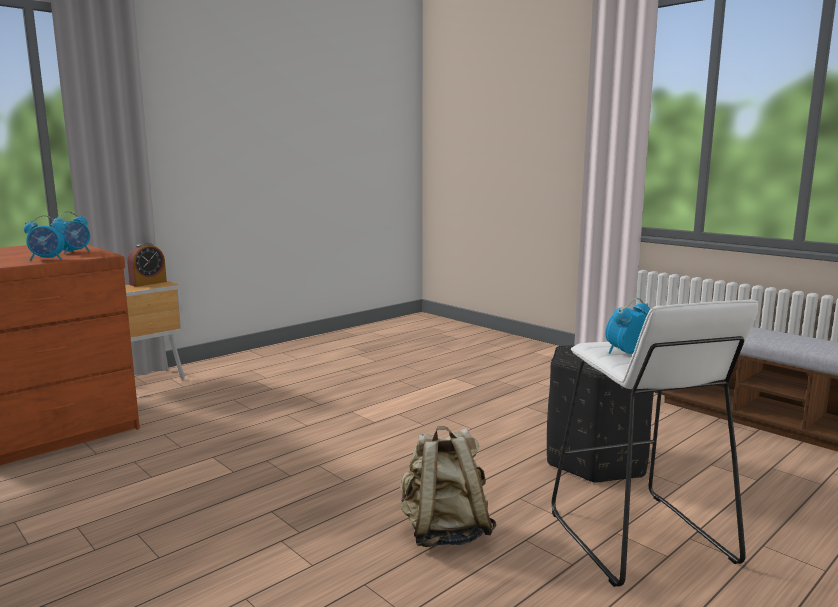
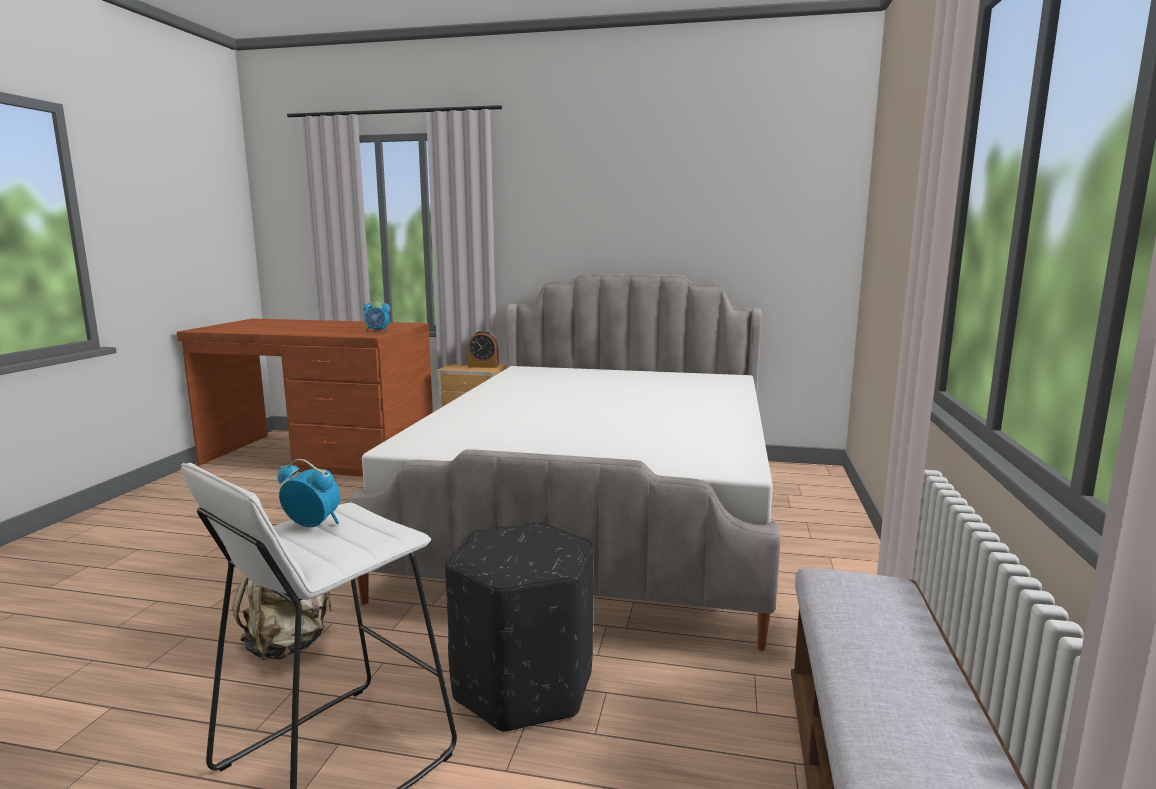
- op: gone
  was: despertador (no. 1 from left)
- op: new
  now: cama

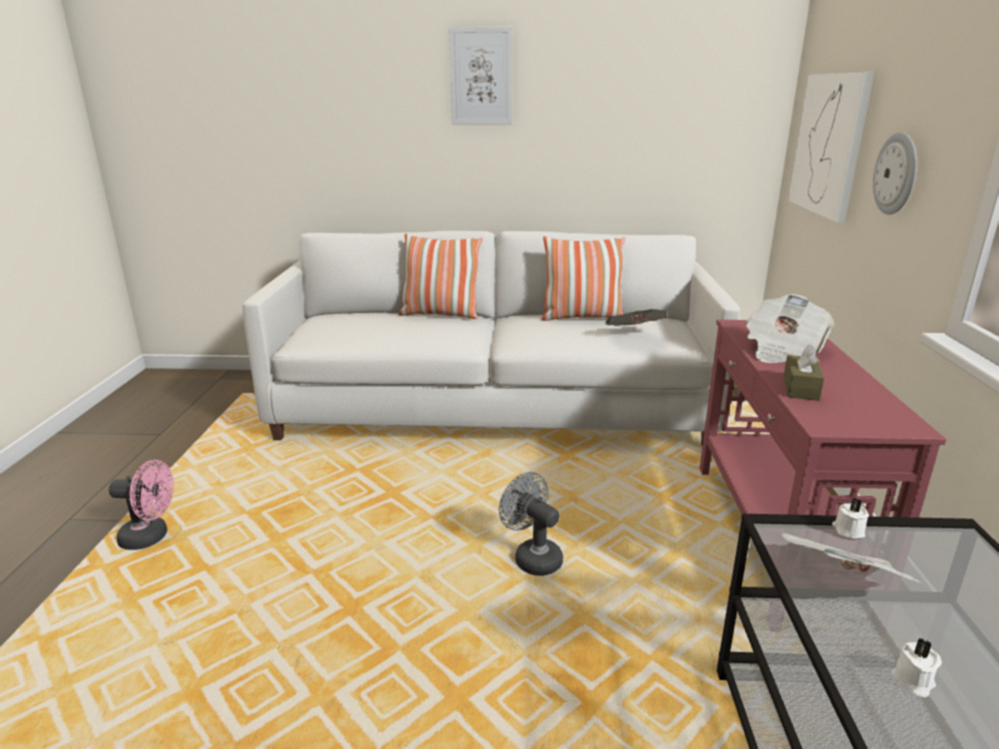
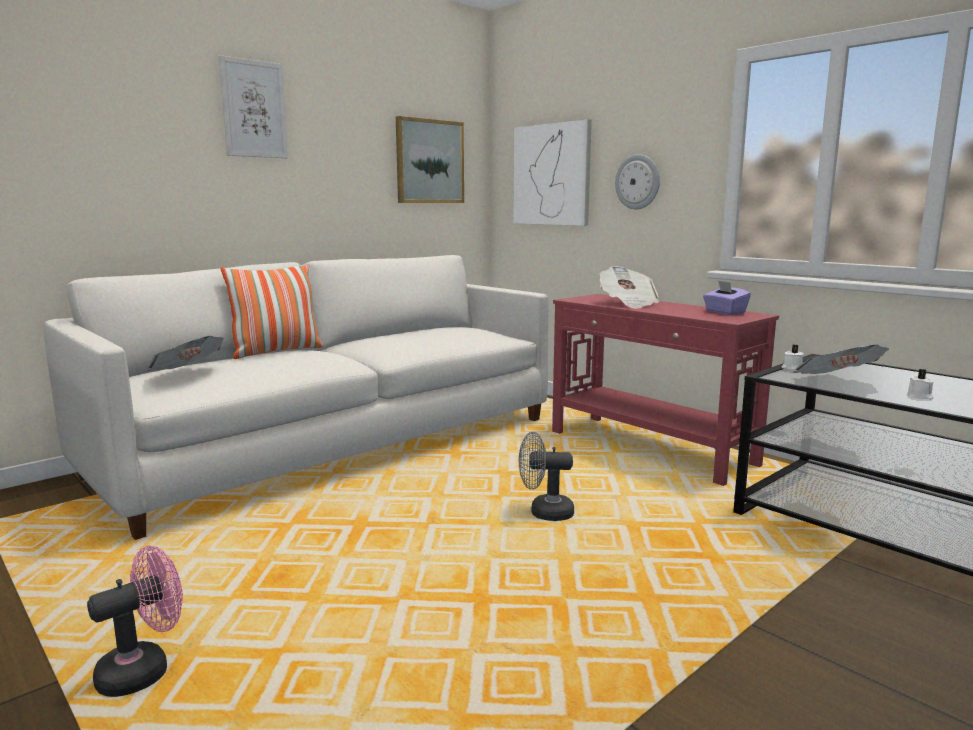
- op: gone
  was: cojín (no. 2 from left)
- op: gone
  was: caja de pañuelos (marrón)
- op: new
  now: cuadro (no. 2 from left)
- op: new
  now: caja de pañuelos (morado)
- op: shifted
  was: periódico (no. 1 from left)

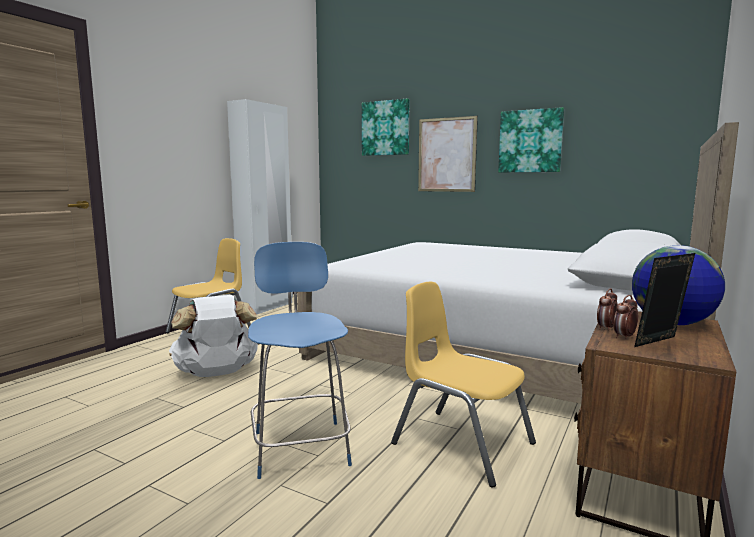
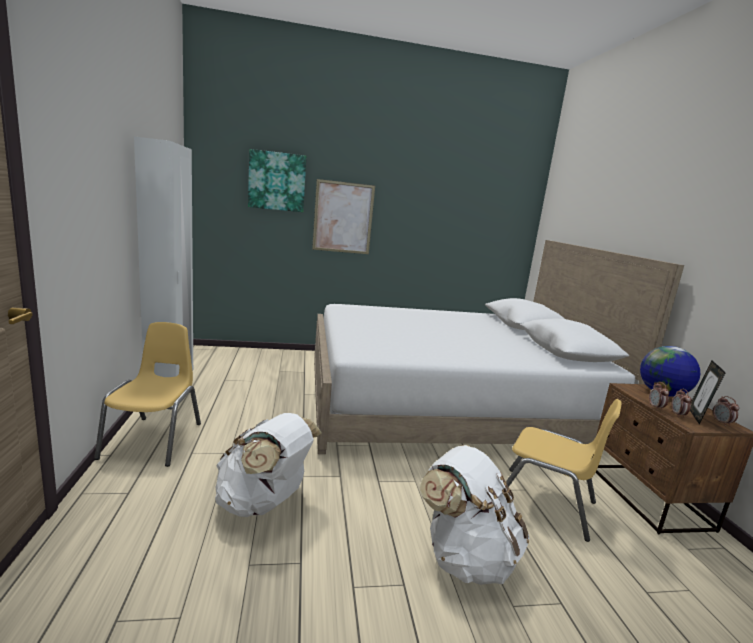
- op: gone
  was: cuadro (no. 3 from left)
- op: new
  now: despertador (no. 3 from left)
- op: swapped
  was: silla (azul)
  now: mochila (blanco) (no. 2 from left)
- op: rotated
  was: silla (amarillo) (no. 2 from left)
  clockwise: -150

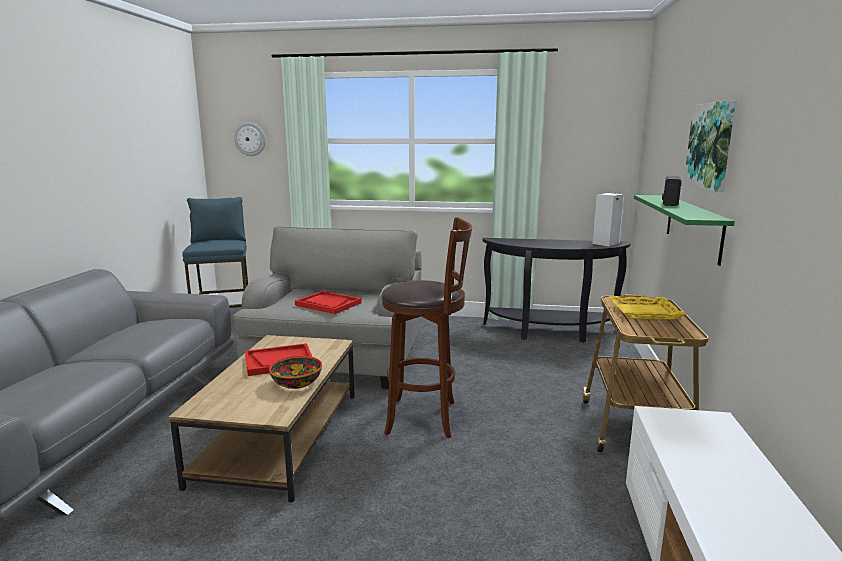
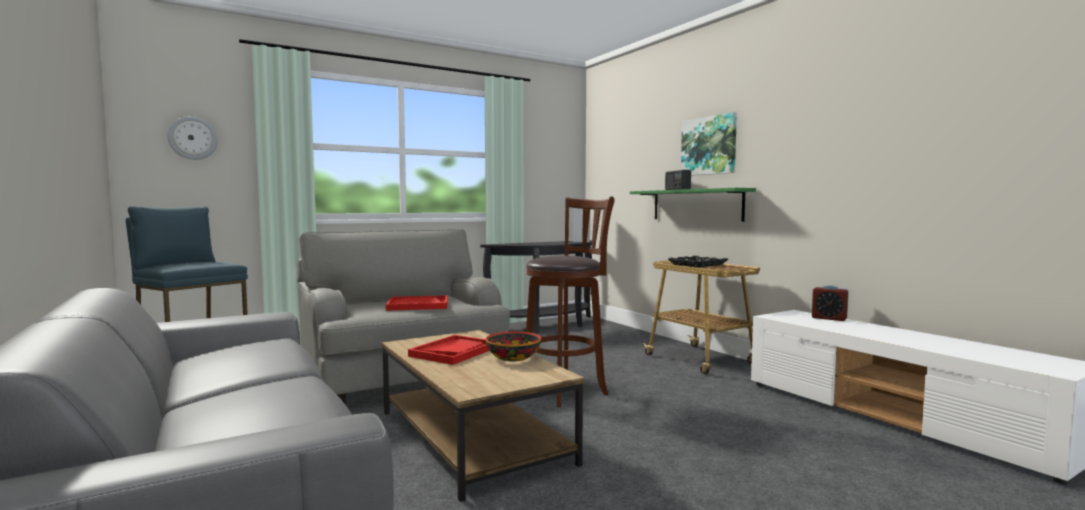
- op: new
  now: despertador
- op: repainted
  was: bandeja (amarillo)
  now: bandeja (negro)

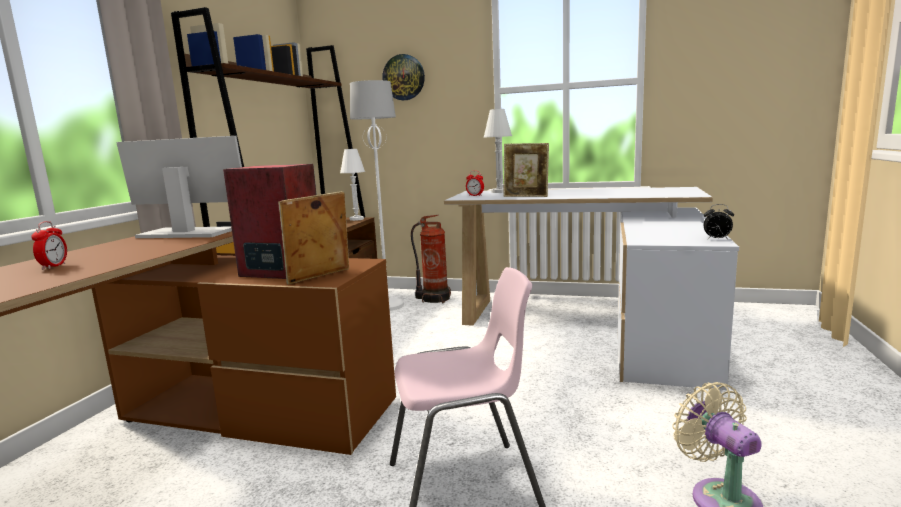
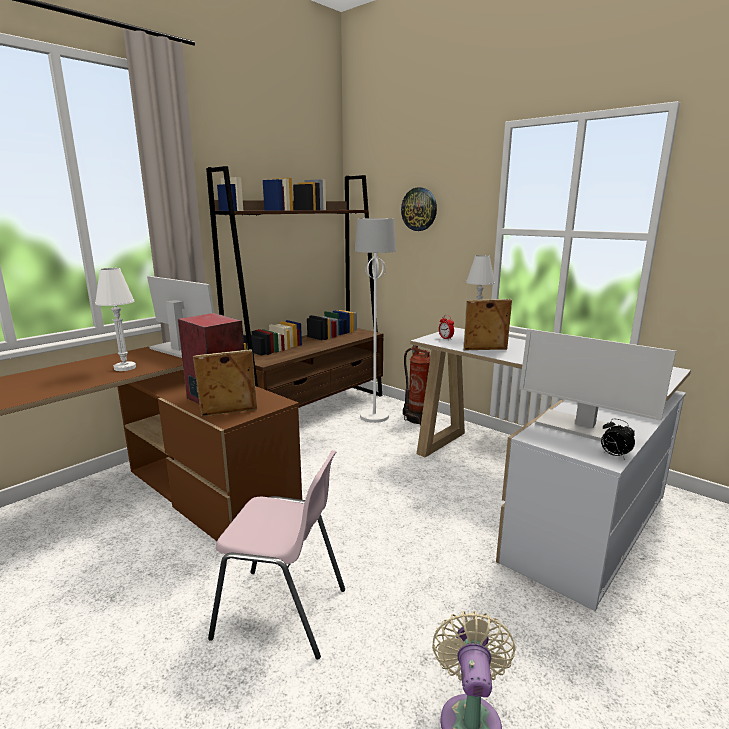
- op: gone
  was: despertador (no. 1 from left)
- op: new
  now: monitor (no. 2 from left)
- op: shifted
  was: lámpara de mesa (blanco) (no. 1 from left)
- op: rotated
  was: portarretratos (no. 2 from left)
  clockwise: 135

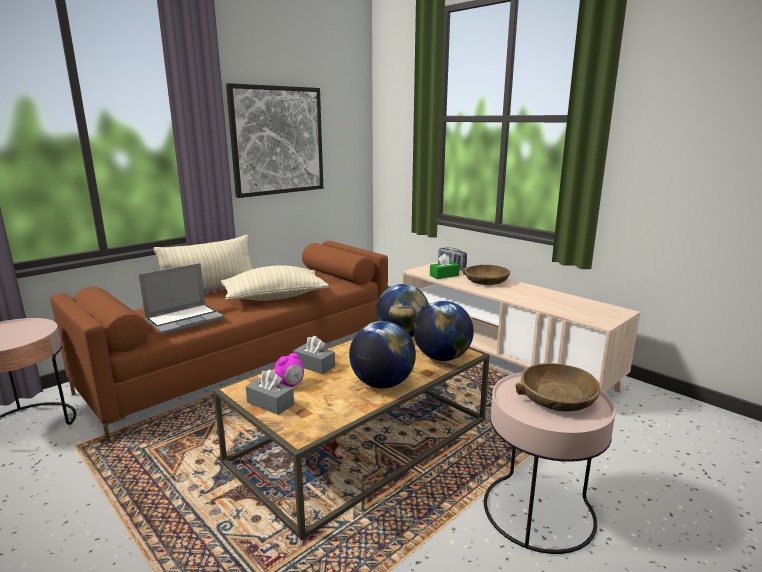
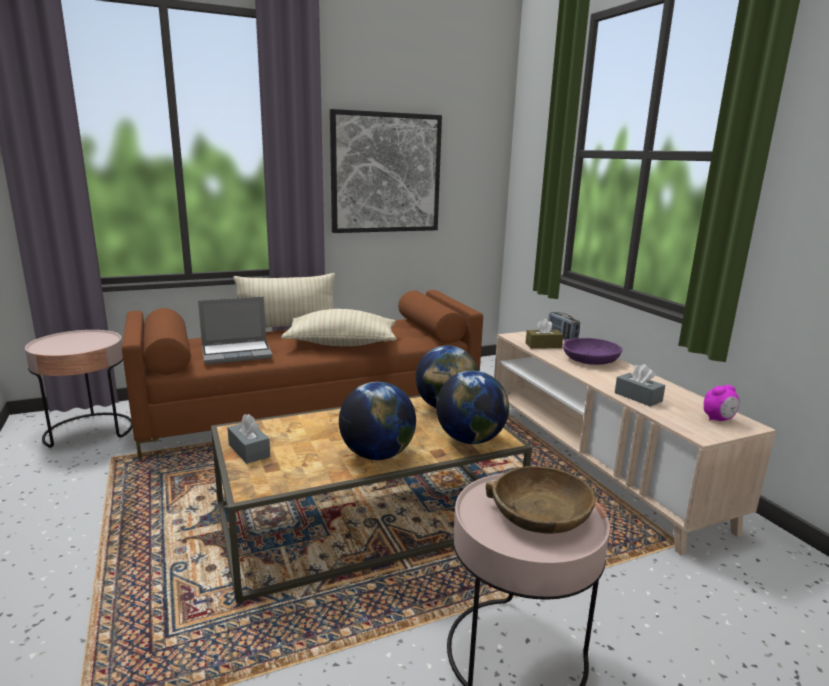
- op: shifted
  was: despertador
- op: shifted
  was: caja de pañuelos (gris) (no. 2 from left)
- op: repainted
  was: caja de pañuelos (verde)
  now: caja de pañuelos (marrón)
- op: repainted
  was: cuenco (marrón) (no. 1 from left)
  now: cuenco (morado)

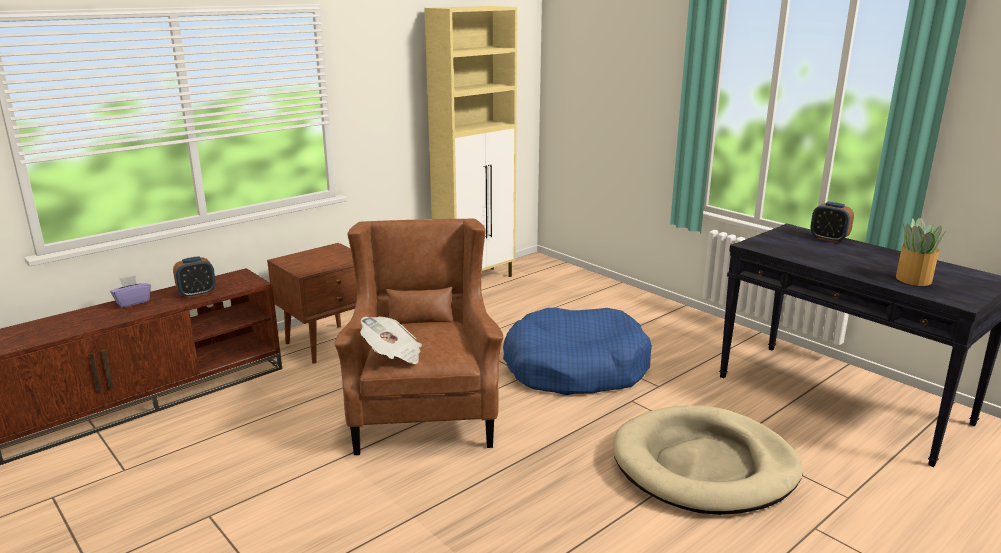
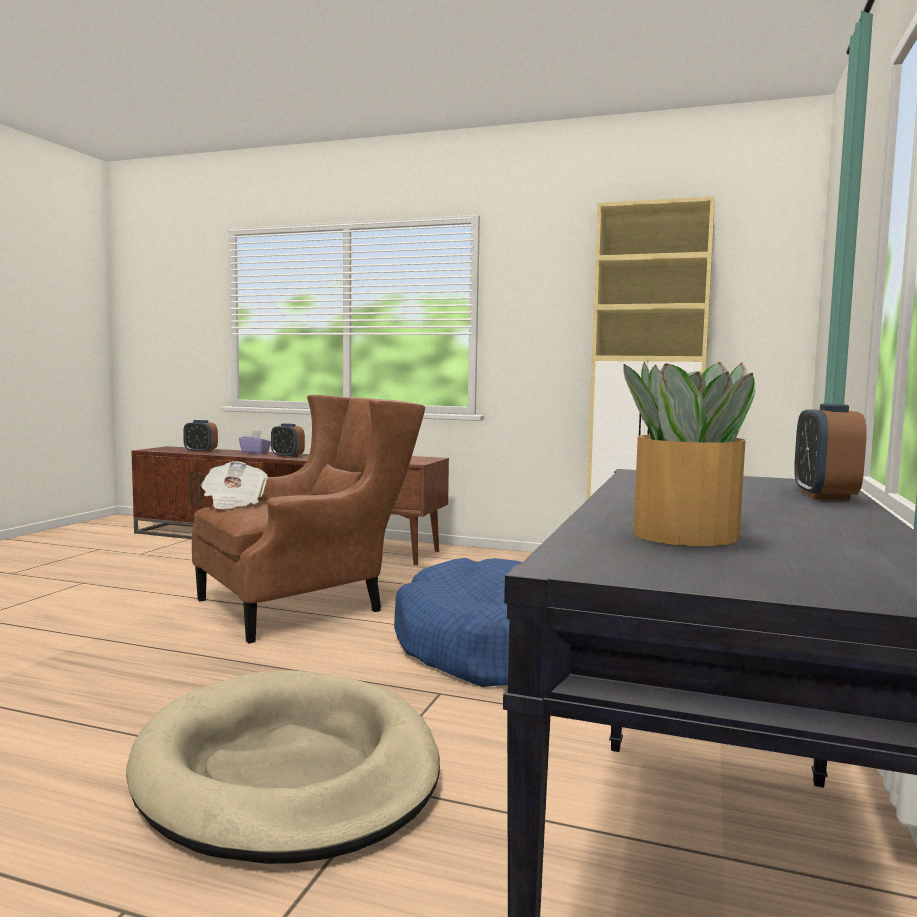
- op: new
  now: despertador (no. 1 from left)

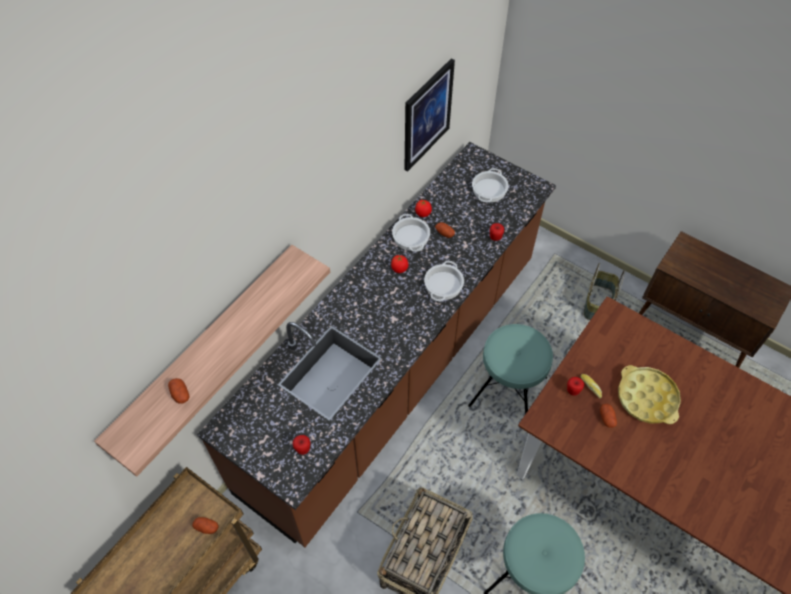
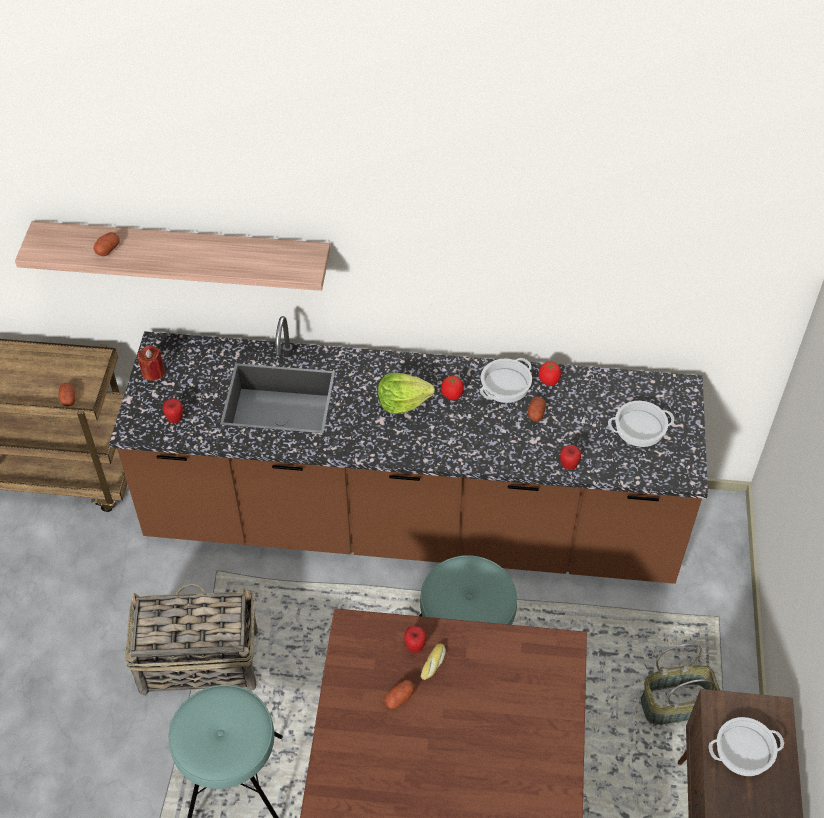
- op: gone
  was: cuadro
- op: gone
  was: bandeja (amarillo)
- op: new
  now: vela (rojo)
- op: new
  now: lechuga
- op: shifted
  was: olla (no. 2 from left in the first image)
  now: olla (no. 3 from left)

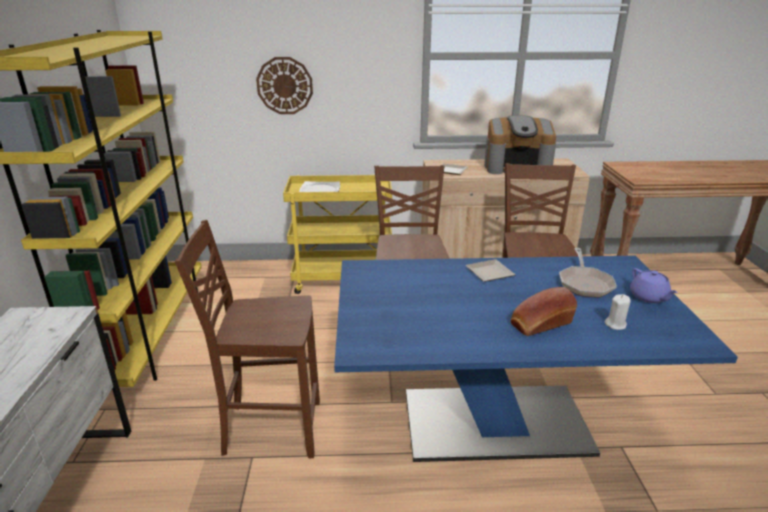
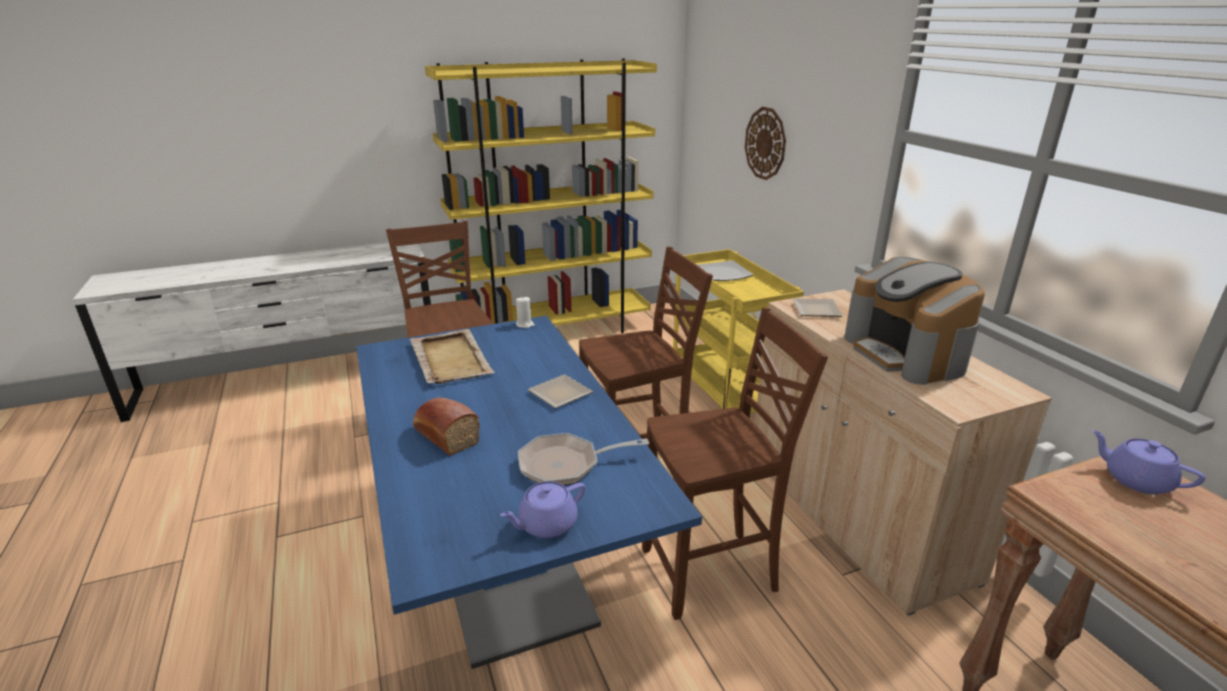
- op: new
  now: bandeja (beis)
- op: new
  now: tetera (morado) (no. 2 from left)
- op: shifted
  was: vela (blanco)

